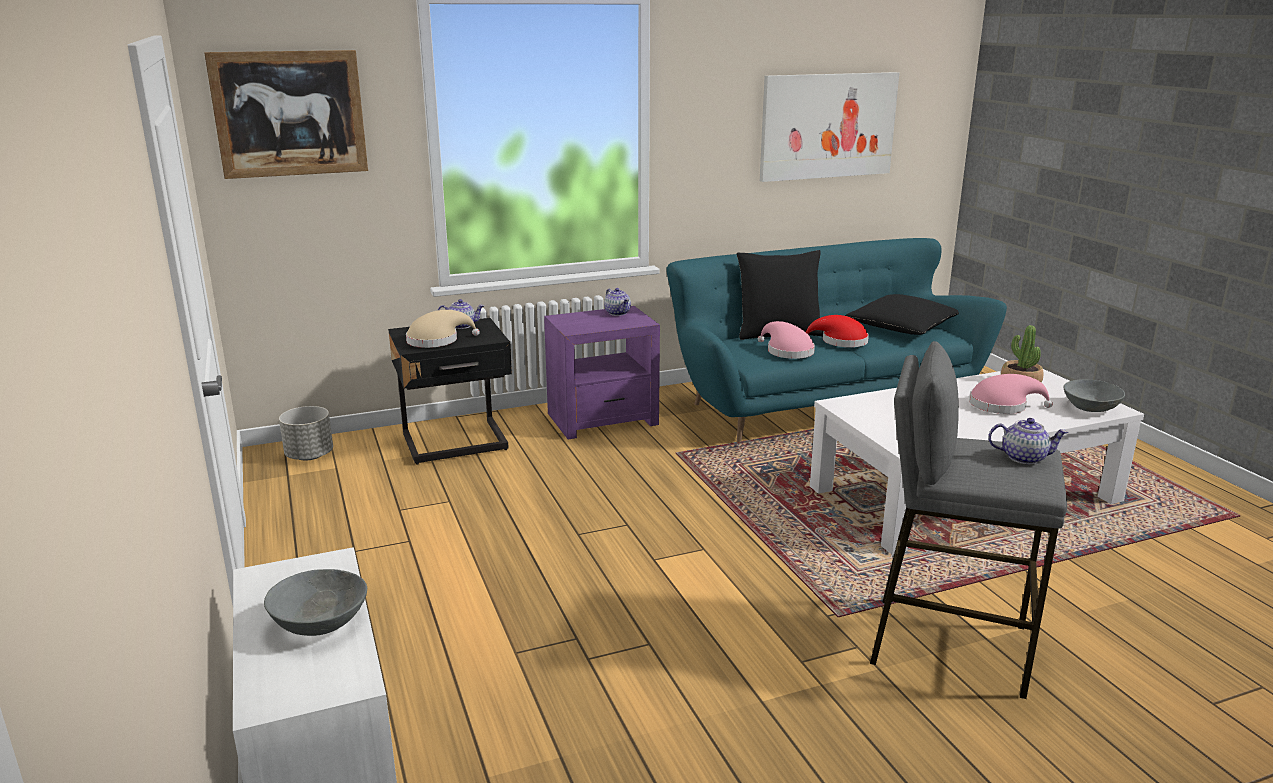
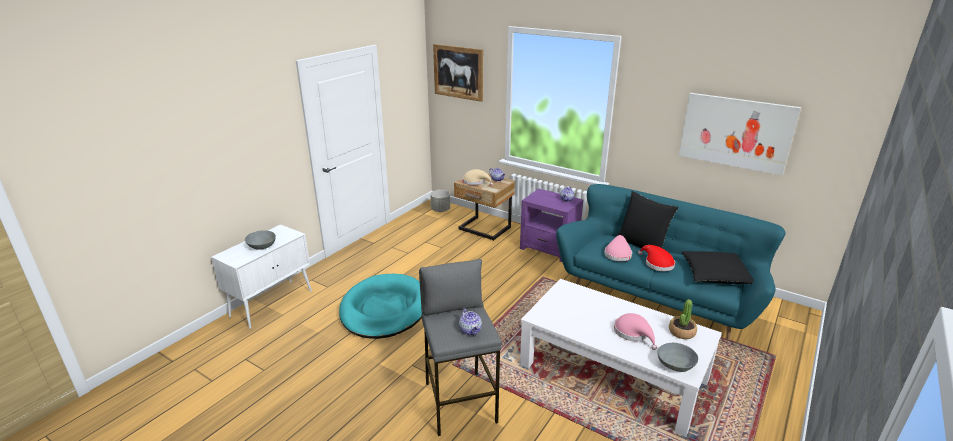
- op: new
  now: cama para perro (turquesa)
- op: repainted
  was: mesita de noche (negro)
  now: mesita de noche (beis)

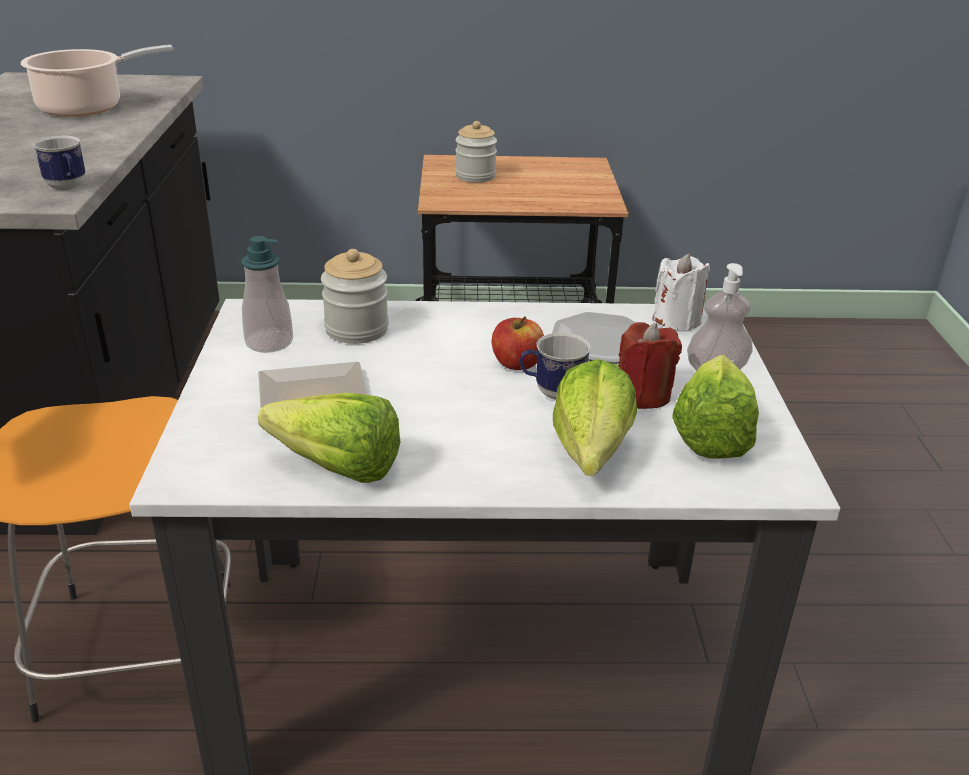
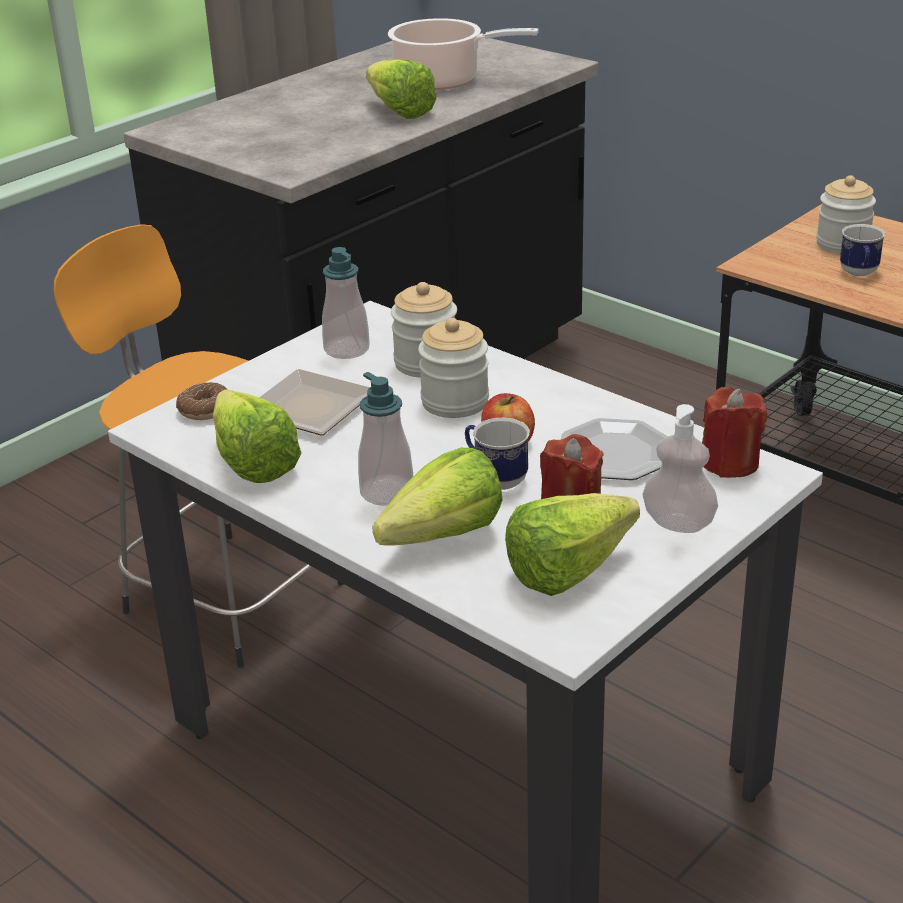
- op: new
  now: rosquilla
- op: new
  now: dispensador de jabón (no. 2 from left)
- op: new
  now: lechuga (no. 2 from left)
- op: new
  now: tarro (no. 2 from left)
- op: shifted
  was: taza grande (no. 1 from left in the first image)
  now: taza grande (no. 2 from left)
- op: repainted
  was: vela (blanco)
  now: vela (rojo) (no. 2 from left)

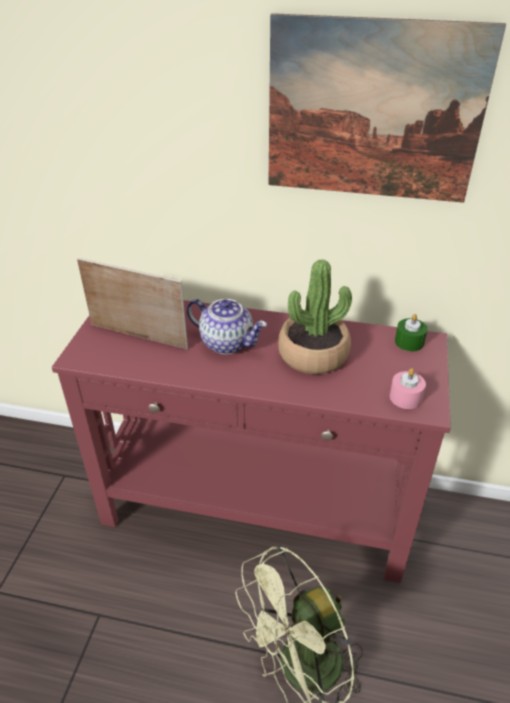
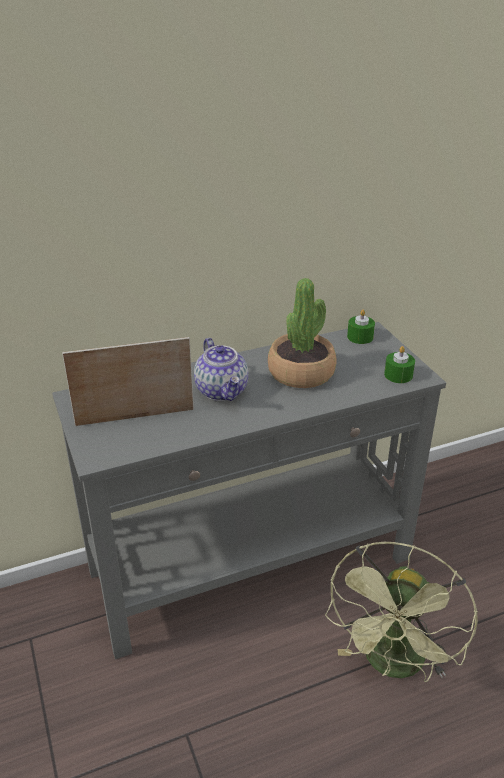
- op: gone
  was: cuadro
- op: repainted
  was: mesa consola (rojo)
  now: mesa consola (gris)
- op: repainted
  was: vela (rosa)
  now: vela (verde) (no. 2 from left)
- op: rotated
  was: tetera
  clockwise: 75

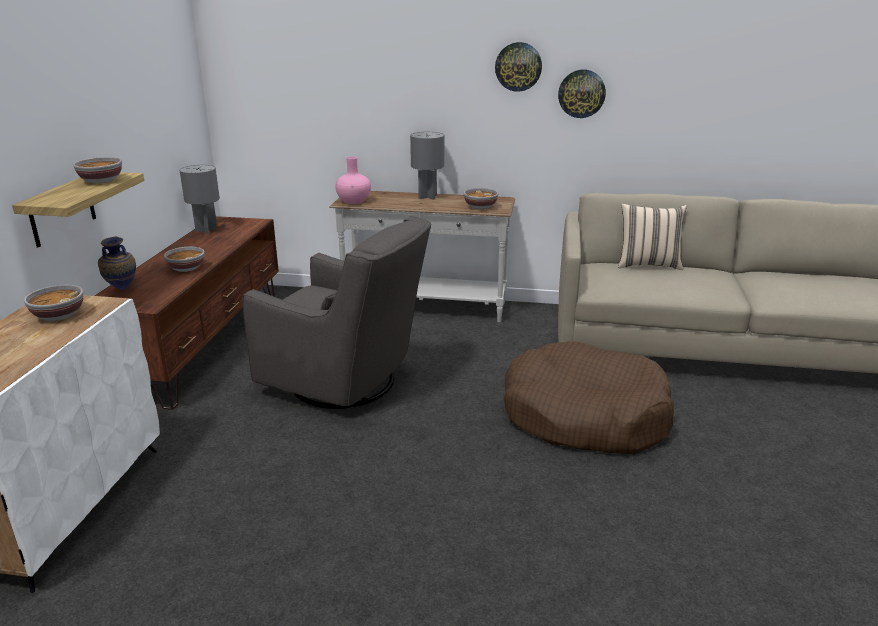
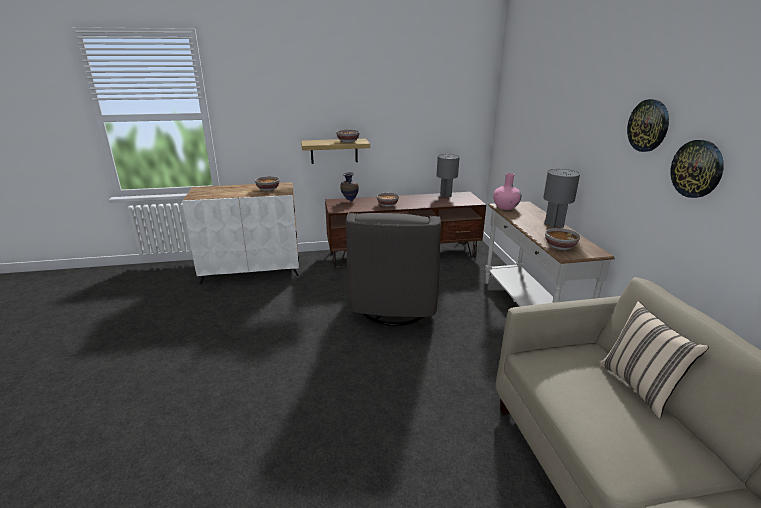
- op: gone
  was: cama para perro (marrón)

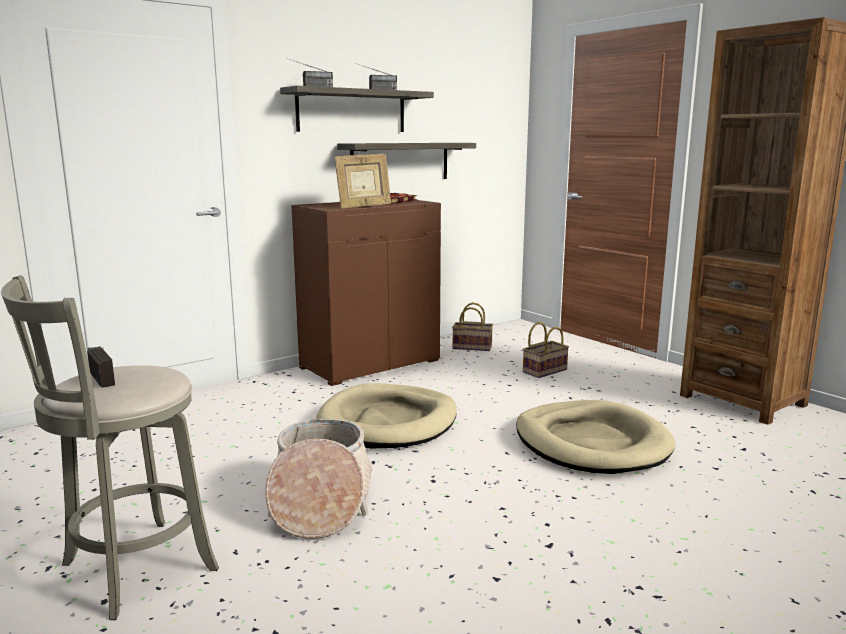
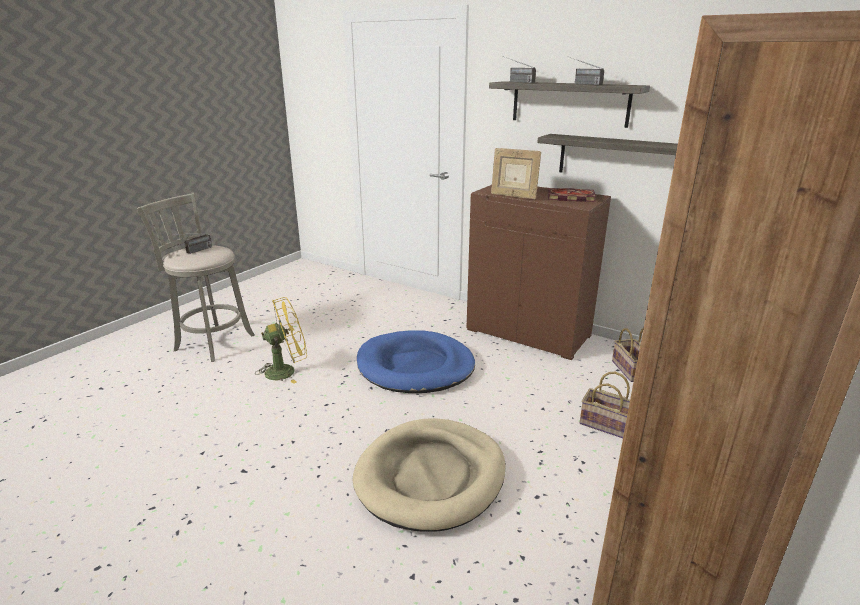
- op: swapped
  was: cesta (no. 1 from left)
  now: ventilador (amarillo)
- op: repainted
  was: cama para perro (beis) (no. 1 from left)
  now: cama para perro (azul)

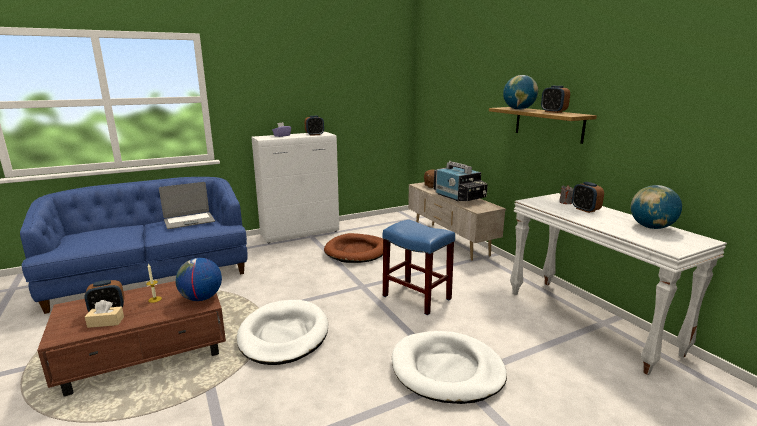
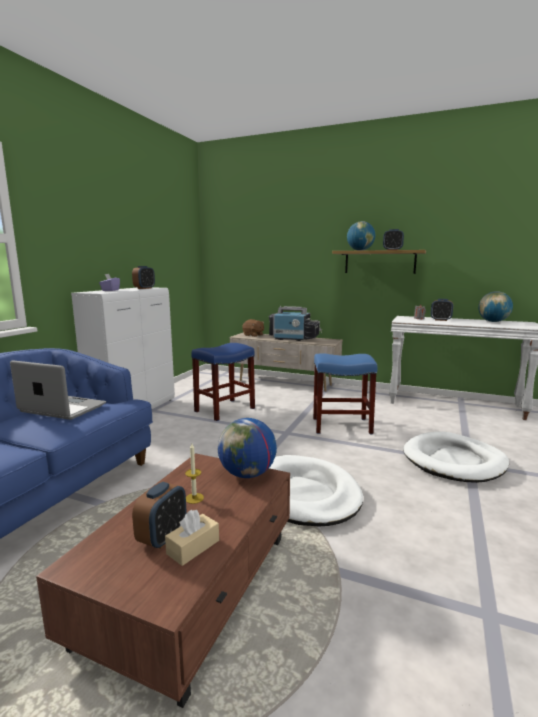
- op: swapped
  was: cama para perro (marrón)
  now: taburete (azul) (no. 1 from left)
- op: rotated
  was: portátil
  clockwise: -90

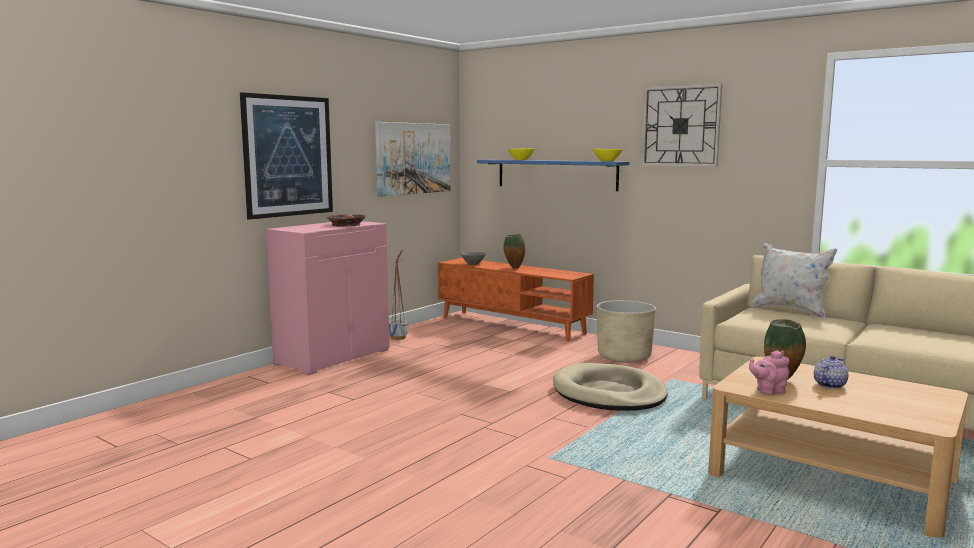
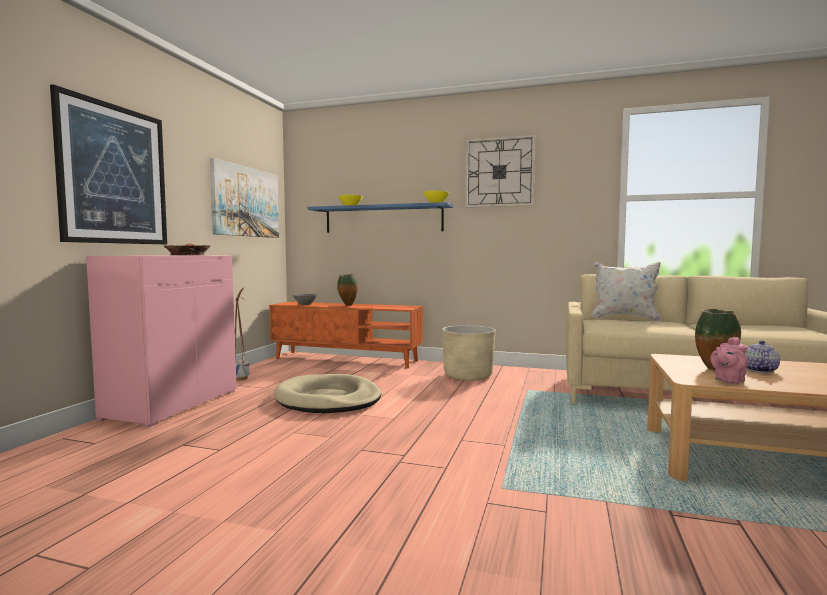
- op: shifted
  was: cama para perro (beis)

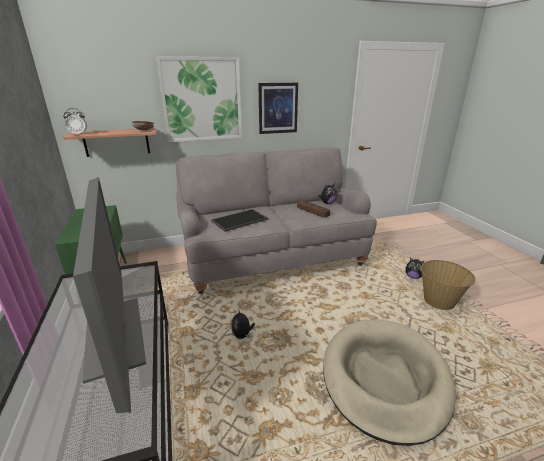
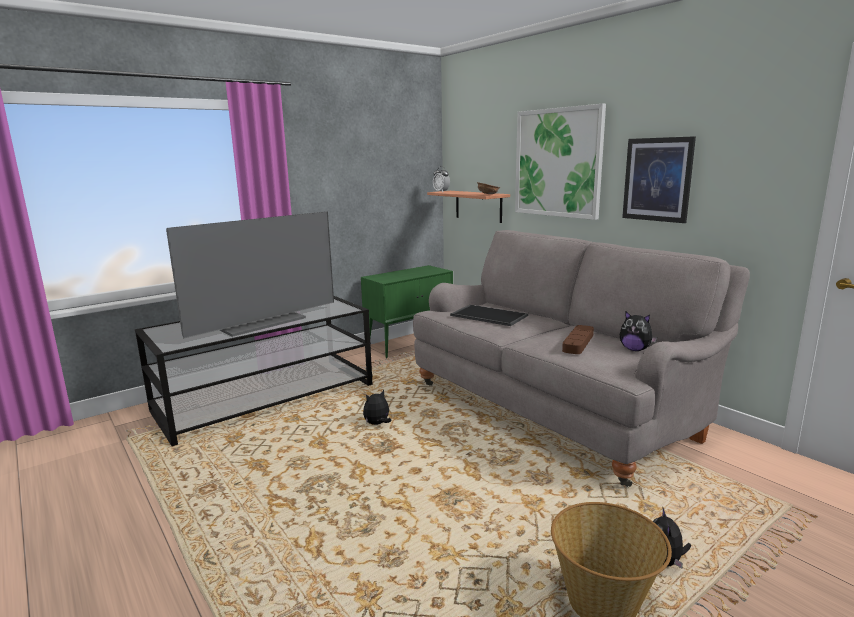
- op: gone
  was: cama para perro (beis)

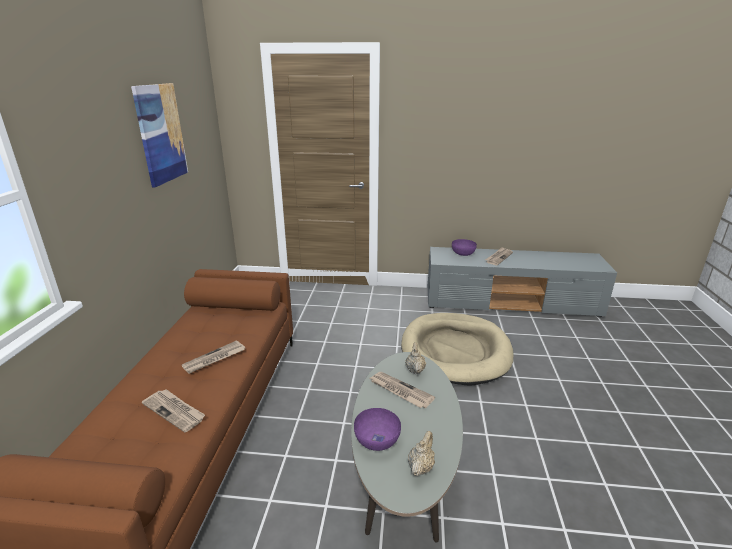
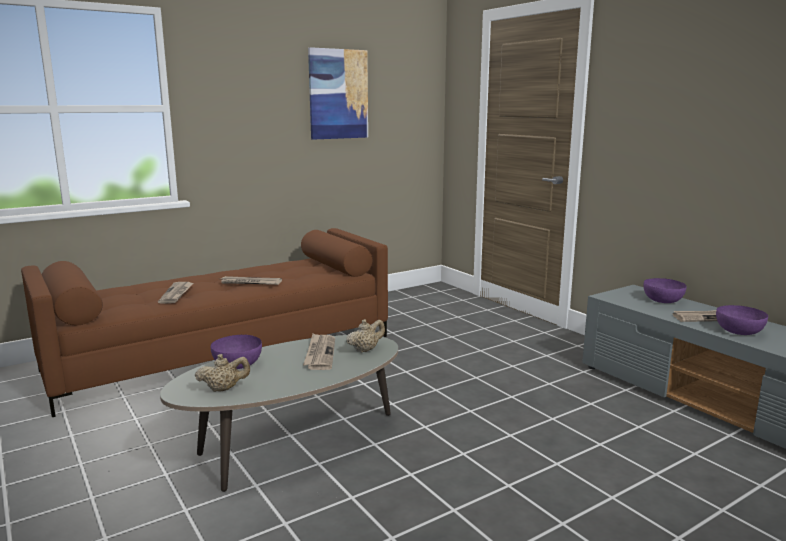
- op: gone
  was: cama para perro (beis)
- op: new
  now: cuenco (morado) (no. 3 from left)

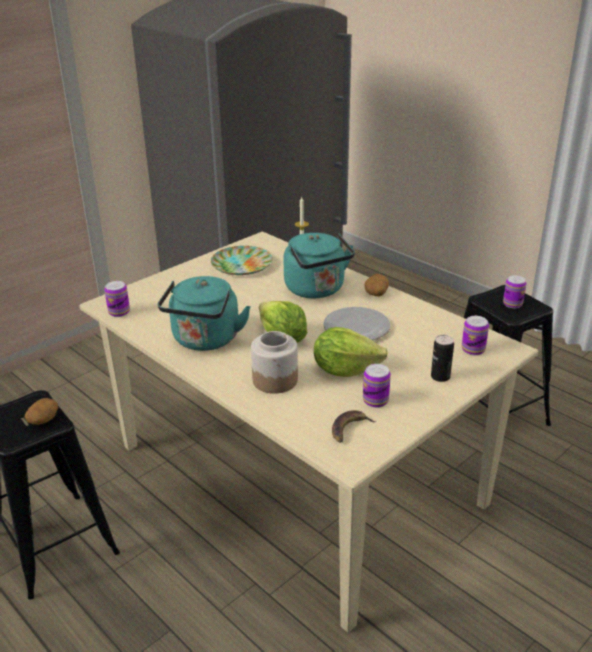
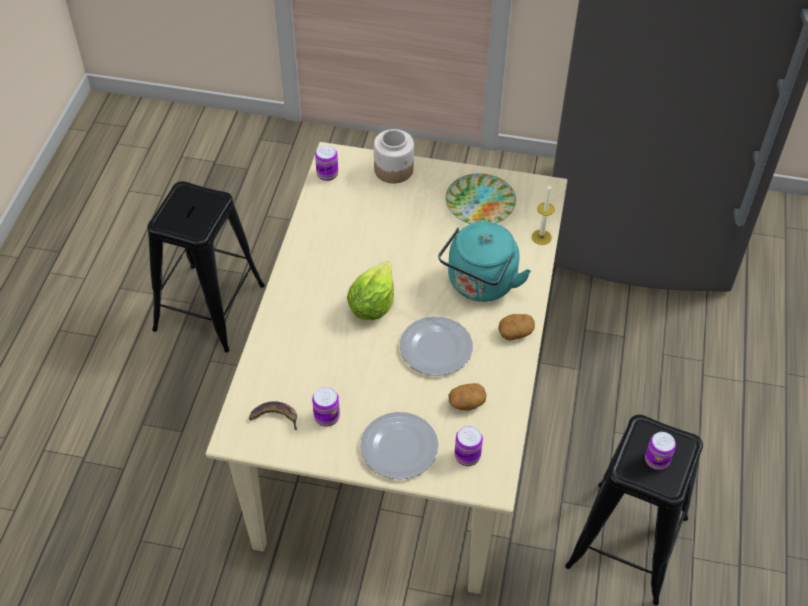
- op: gone
  was: hervidor (turquesa) (no. 1 from left)
- op: gone
  was: lechuga (no. 2 from left)
- op: shifted
  was: patata (no. 1 from left)
- op: shifted
  was: tarro
- op: swapped
  was: lata (no. 3 from left)
  now: plato (no. 1 from left)

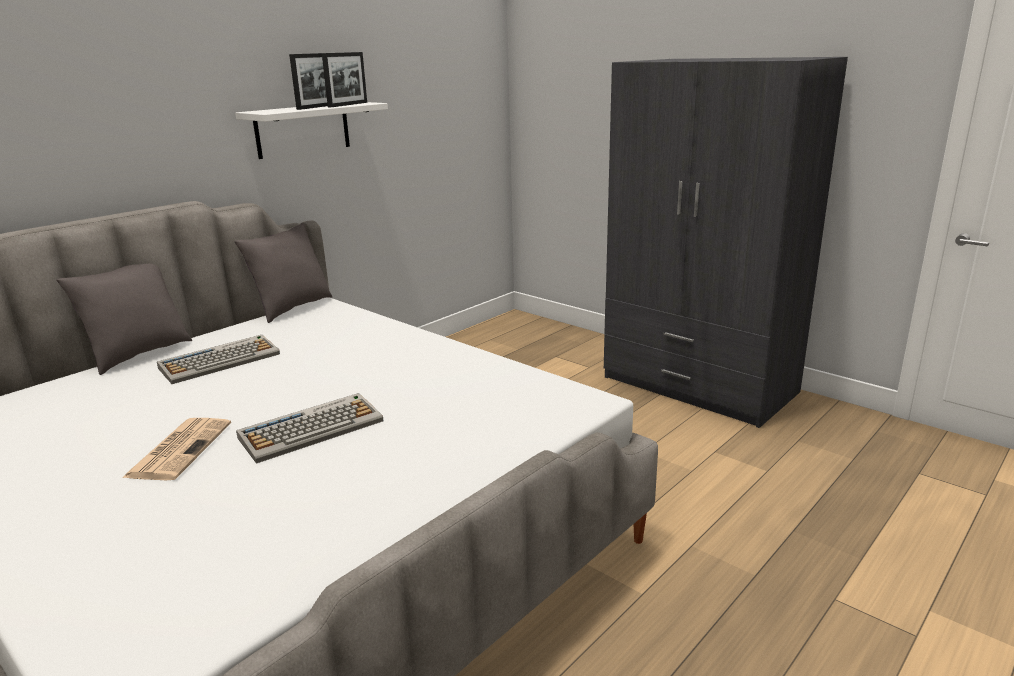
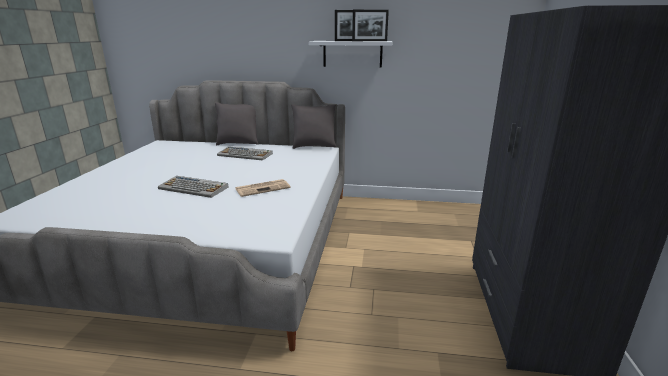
- op: shifted
  was: periódico

